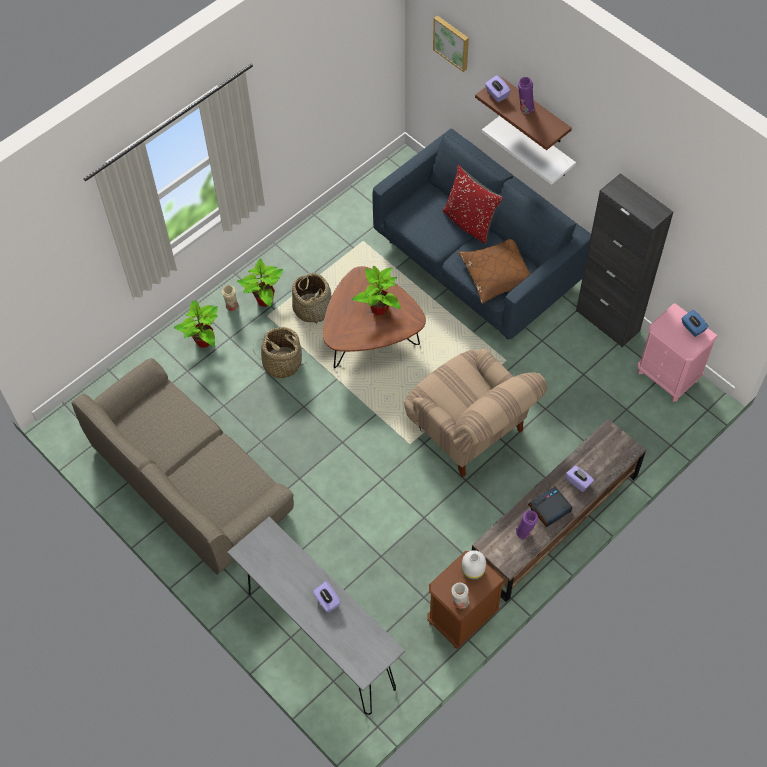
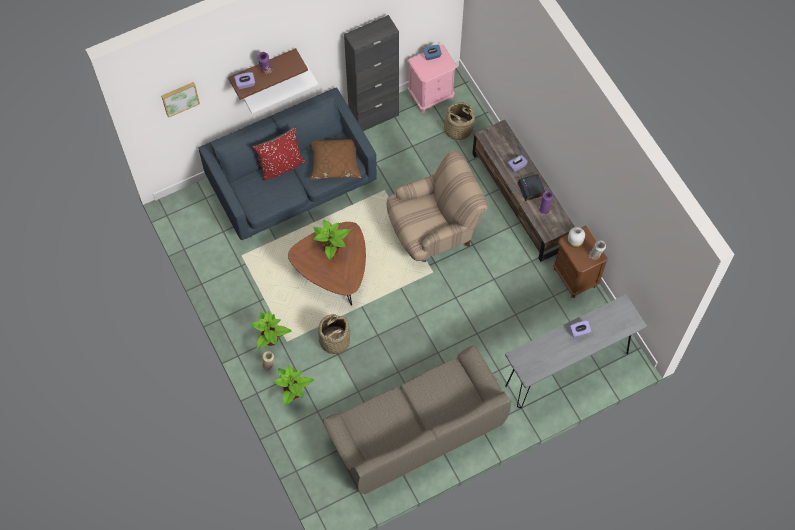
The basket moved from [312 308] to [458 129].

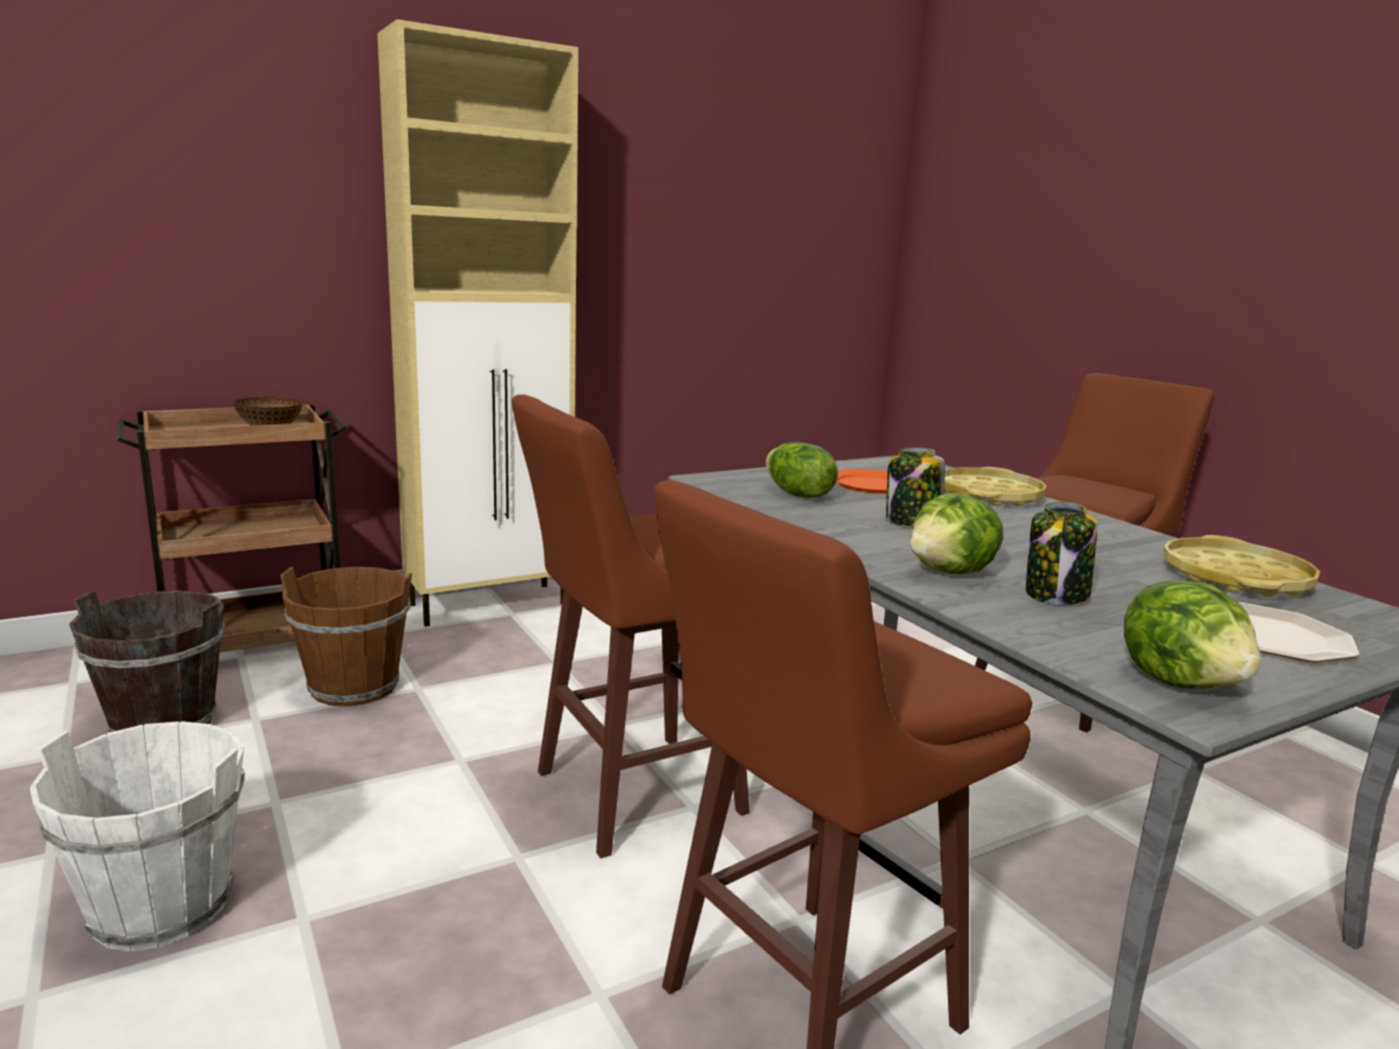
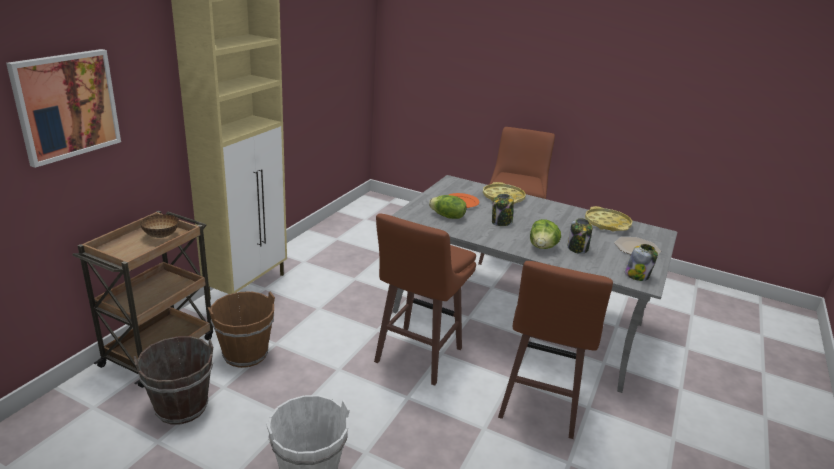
The lettuce at [1182 682] was replaced by the jar at [637 275].
The picture at [66 105] appeared.

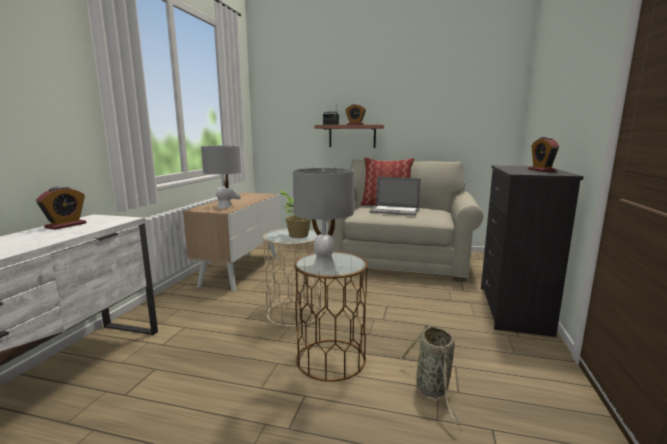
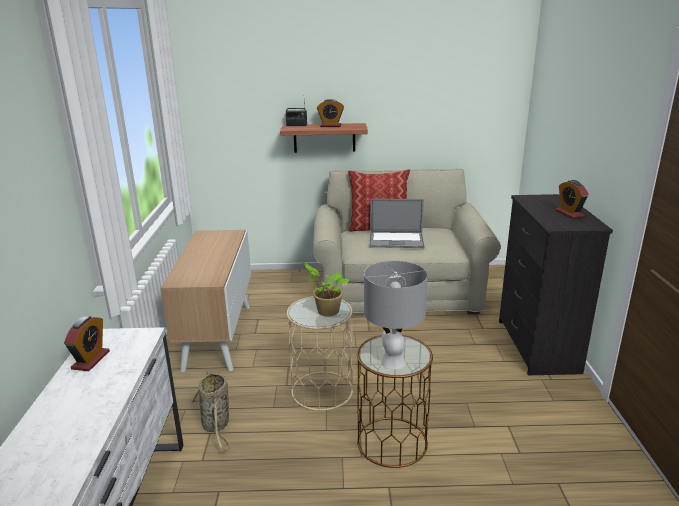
The table lamp/grey at [224 206] disappeared.
The basket moved from [433 390] to [216 425].

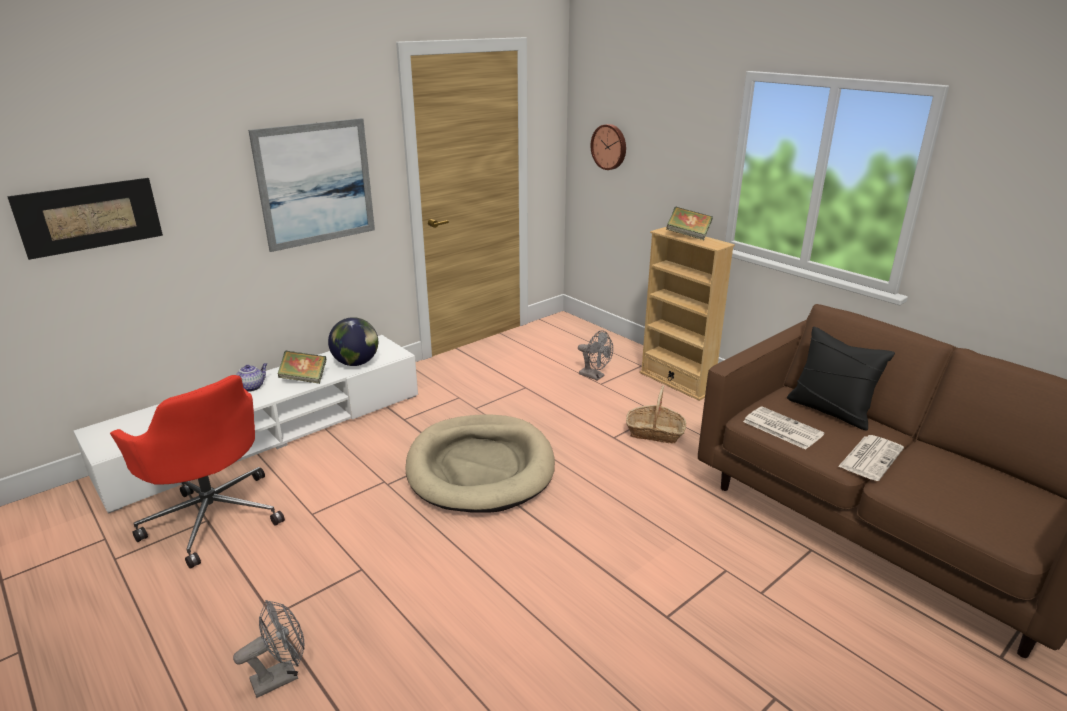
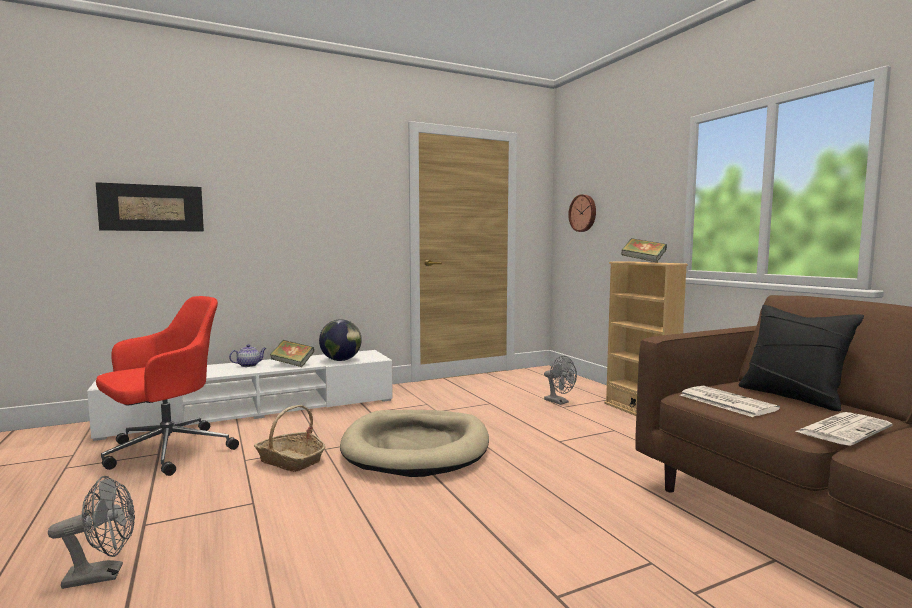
The office chair/red at [213 516] turned 105 degrees counterclockwise.
The picture at [316 184] disappeared.
The basket moved from [655 432] to [291 460].

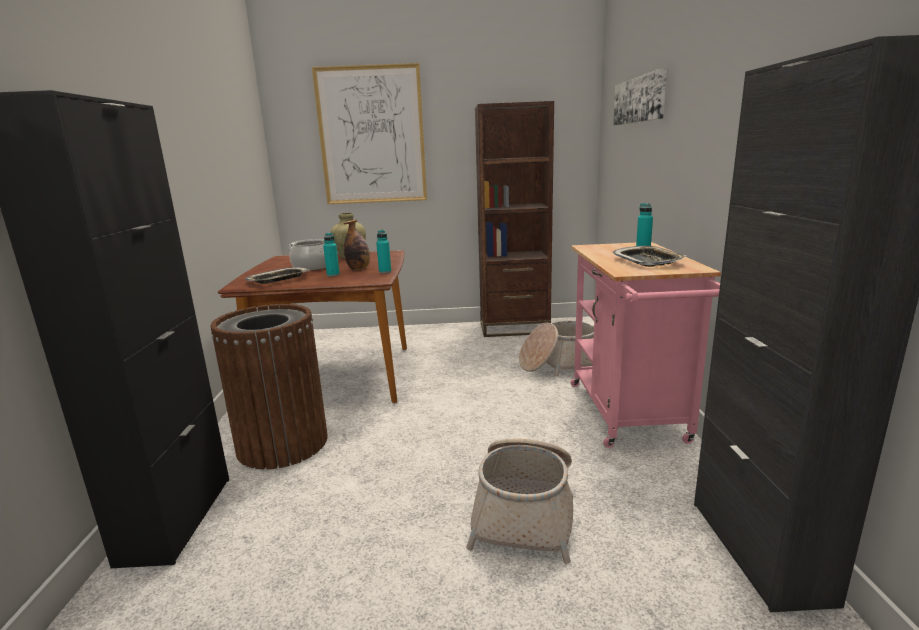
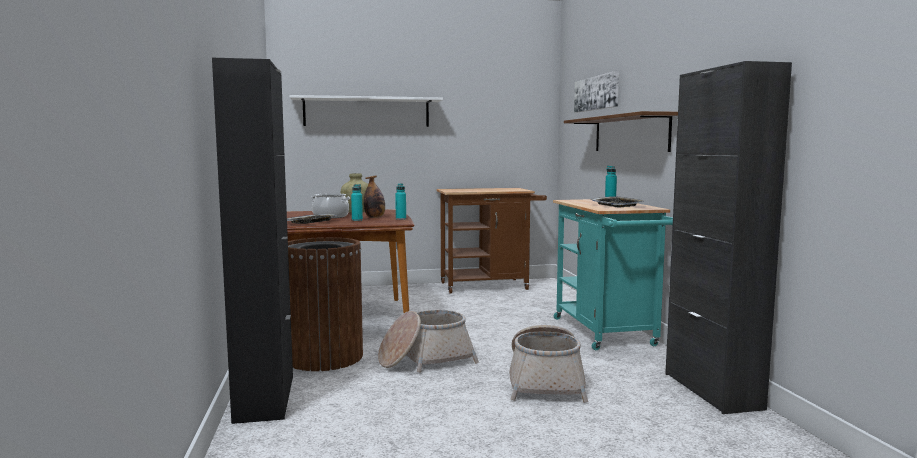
The picture at [372 136] was replaced by the shelf/white at [366 112].
The bookcase/brown at [514 328] was replaced by the cart/brown at [489 285].
The basket moved from [559 364] to [425 359].
The cart/pink at [630 416] became the cart/turquoise at [607 334].
The shelf/brown at [629 134] appeared.

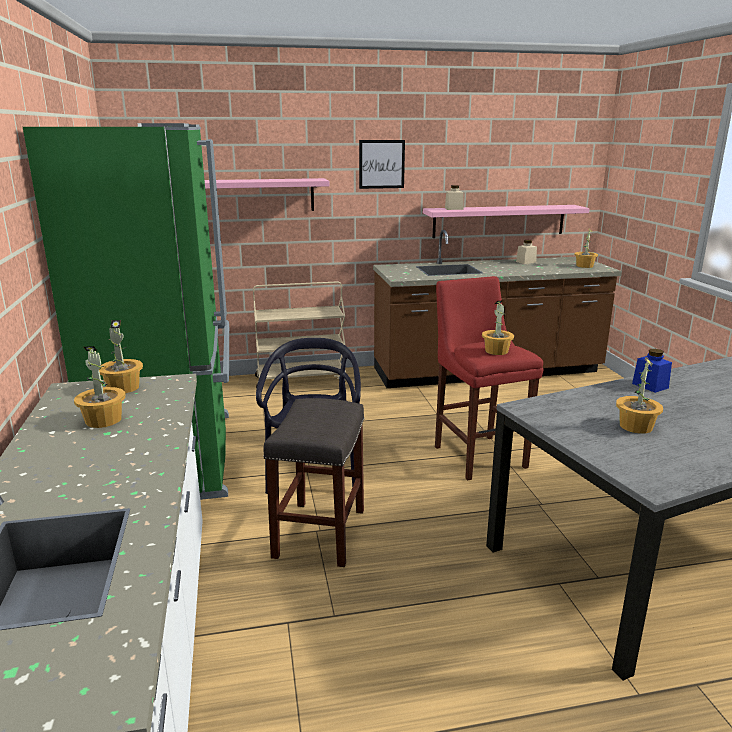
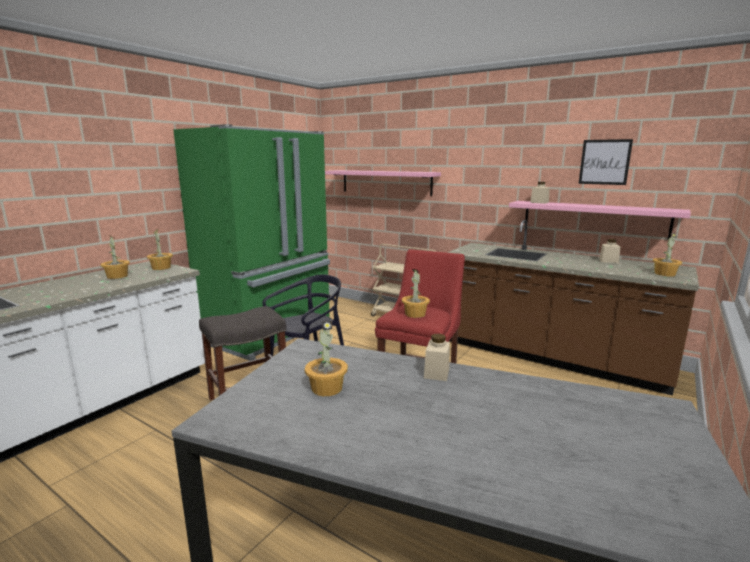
The picture moved from [381 164] to [604 162].
The jar/blue at [650 386] became the jar/beige at [436 373].

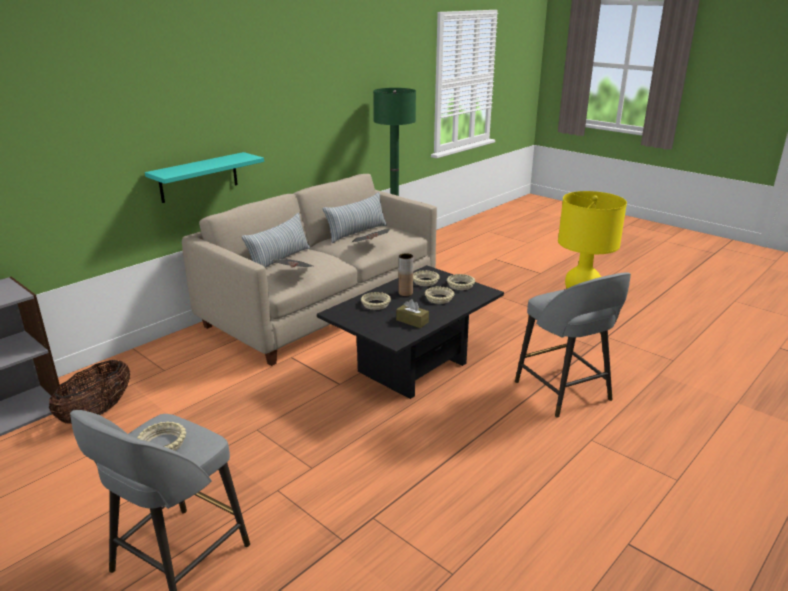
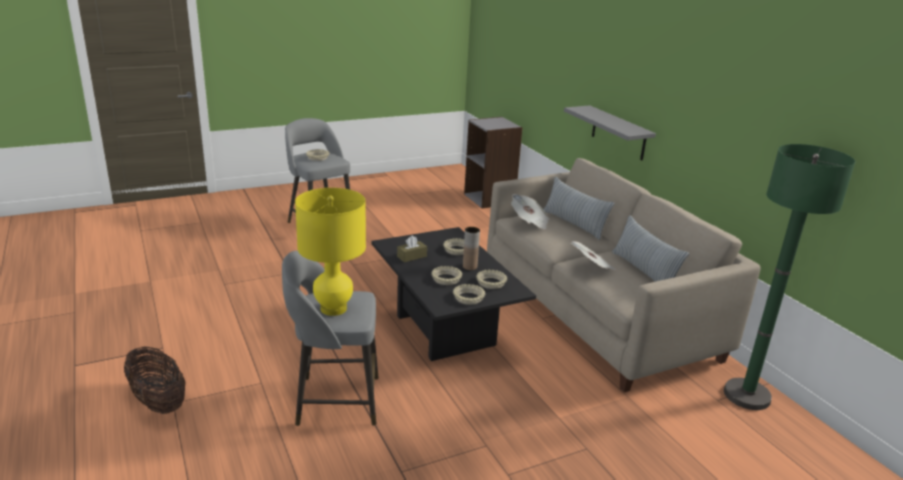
The basket moved from [97 412] to [158 402].
The shelf/turquoise at [199 177] became the shelf/grey at [618 133].

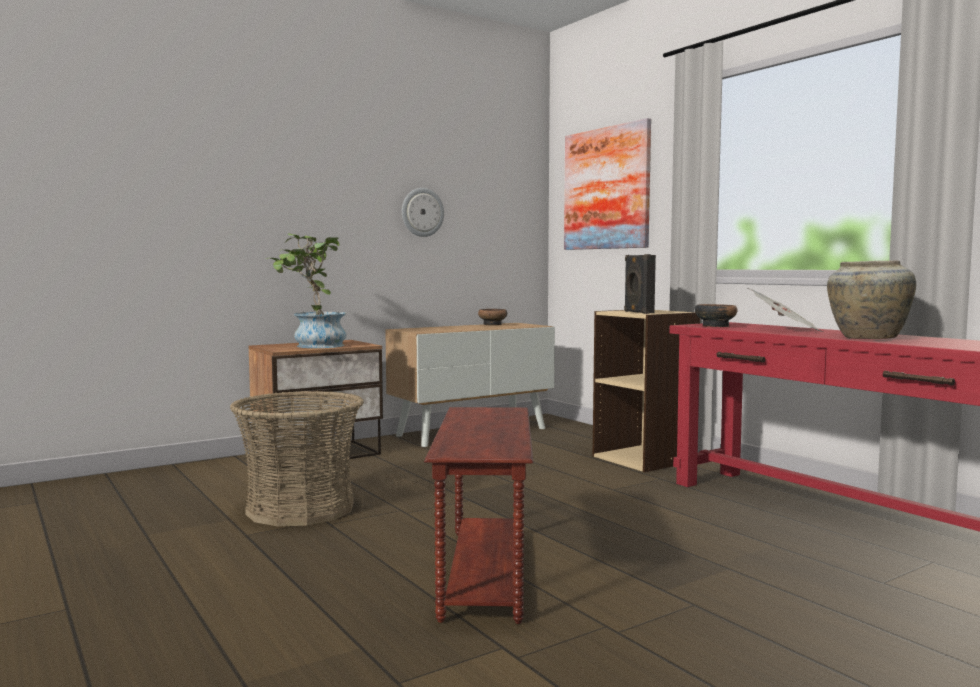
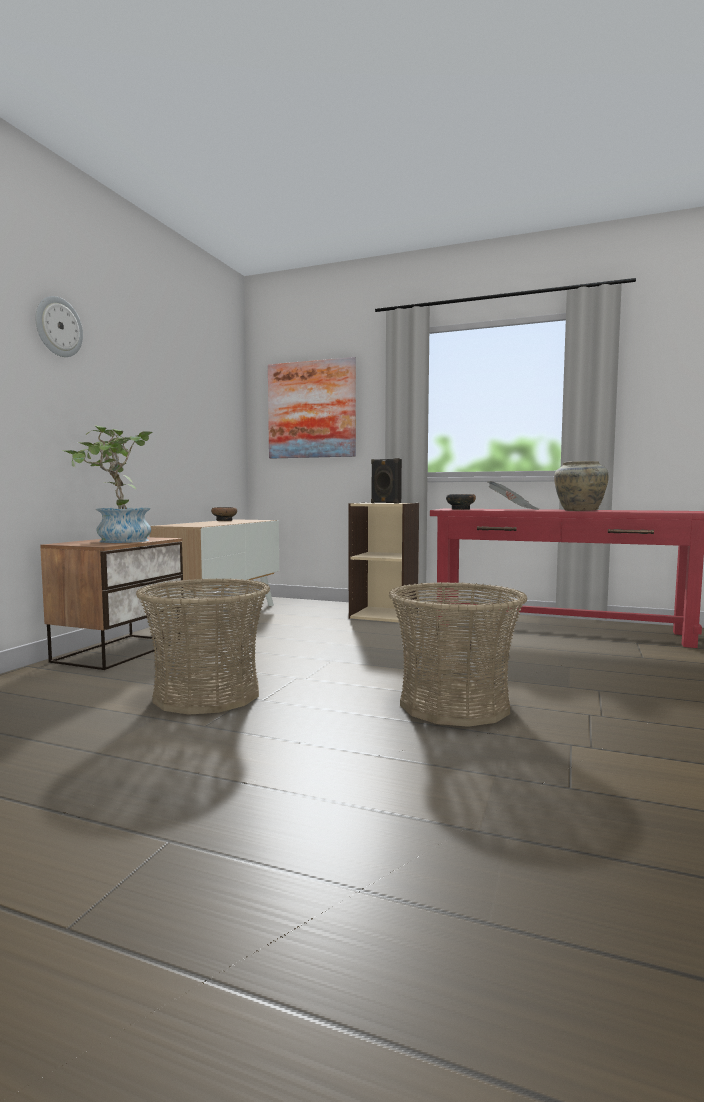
The wall clock moved from [422 212] to [58 327].
The side table/brown at [483 573] was replaced by the basket at [454 704].

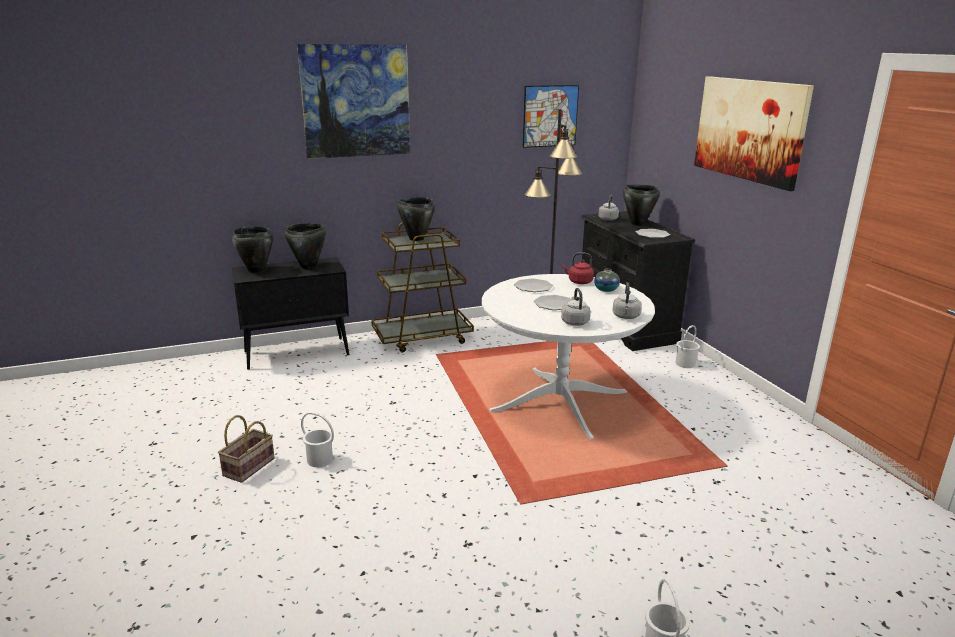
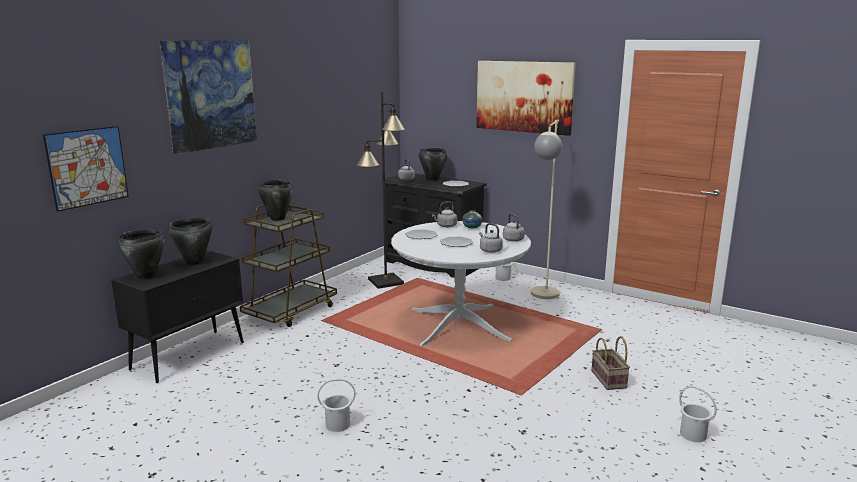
The basket moved from [249 468] to [610 380].
The picture moved from [550 116] to [87 167].
The kettle/red at [579 282] became the kettle/grey at [445 226].
The floor lamp/beige at [543 297] appeared.

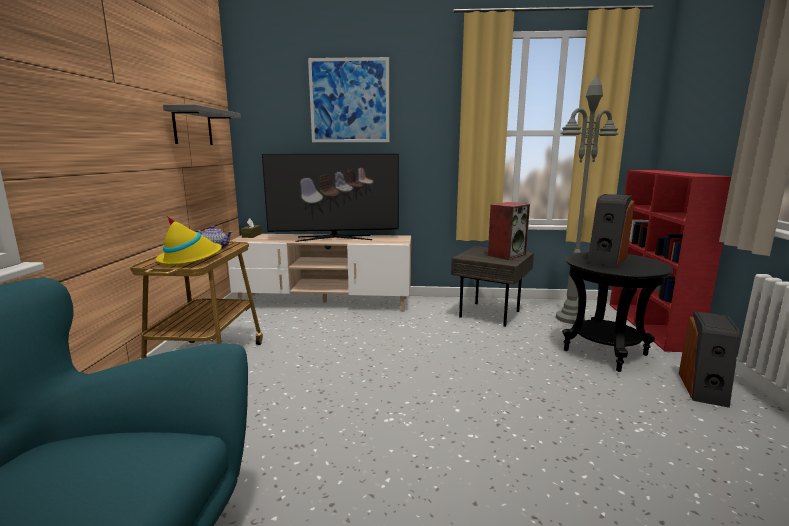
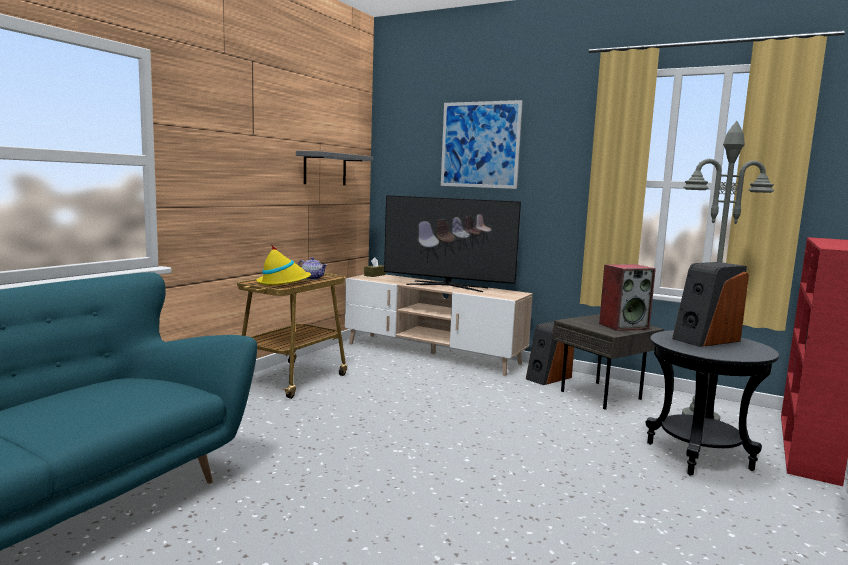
The speaker moved from [704 389] to [548 378].

